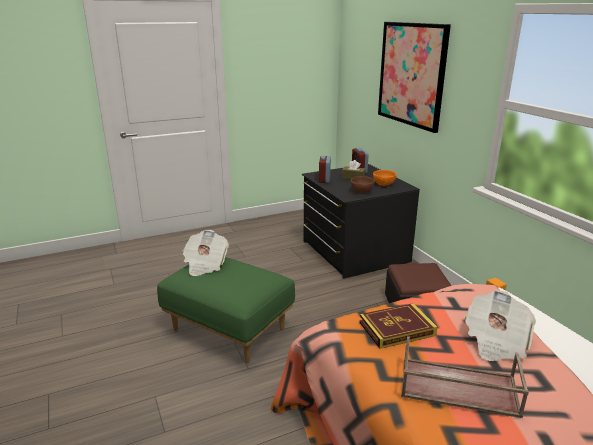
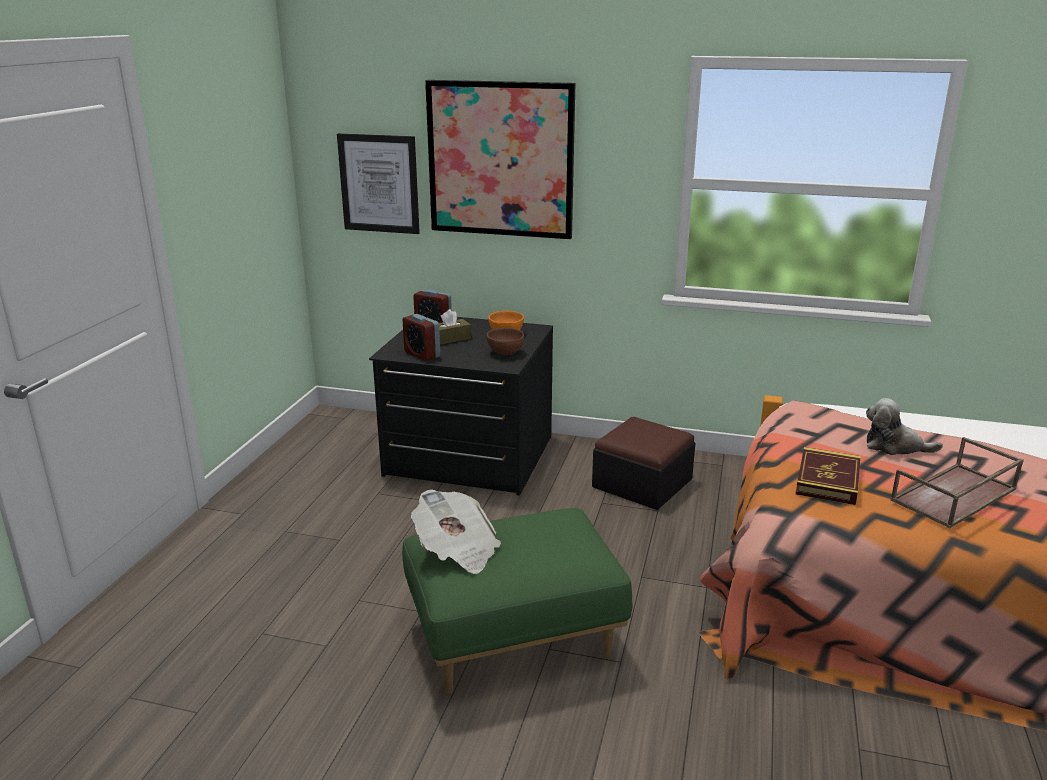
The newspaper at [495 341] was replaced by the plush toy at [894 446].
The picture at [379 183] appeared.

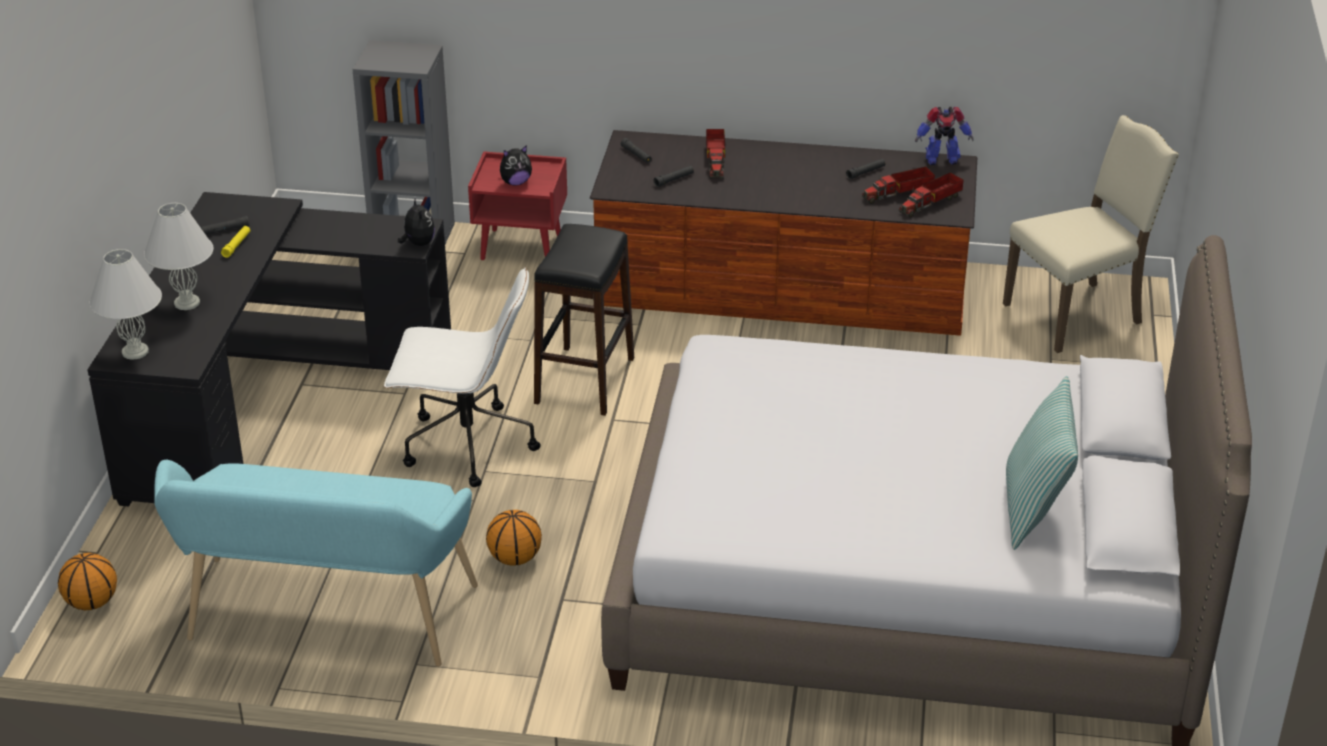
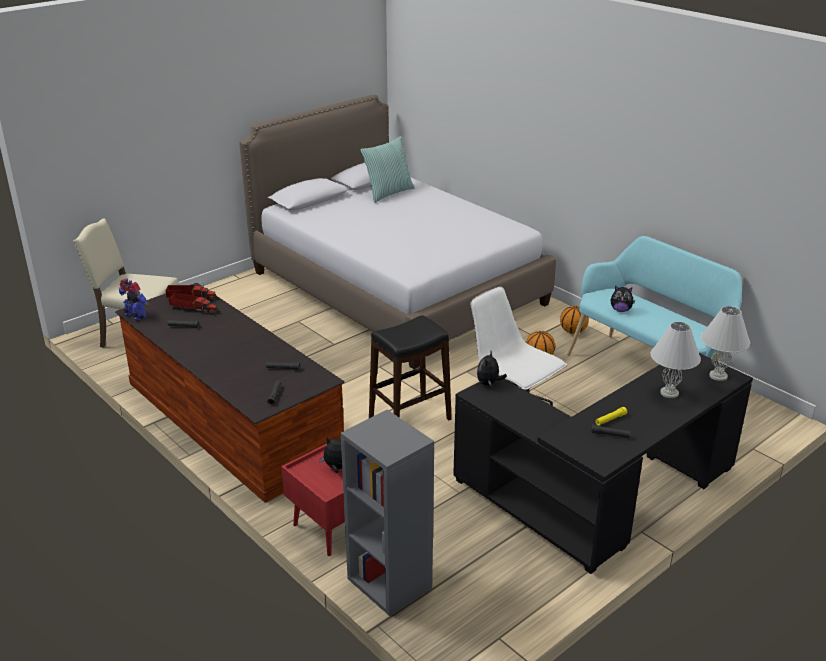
The basketball moved from [91 602] to [573 332].
The toy truck at [715 161] disappeared.
The plush toy at [620 310] appeared.

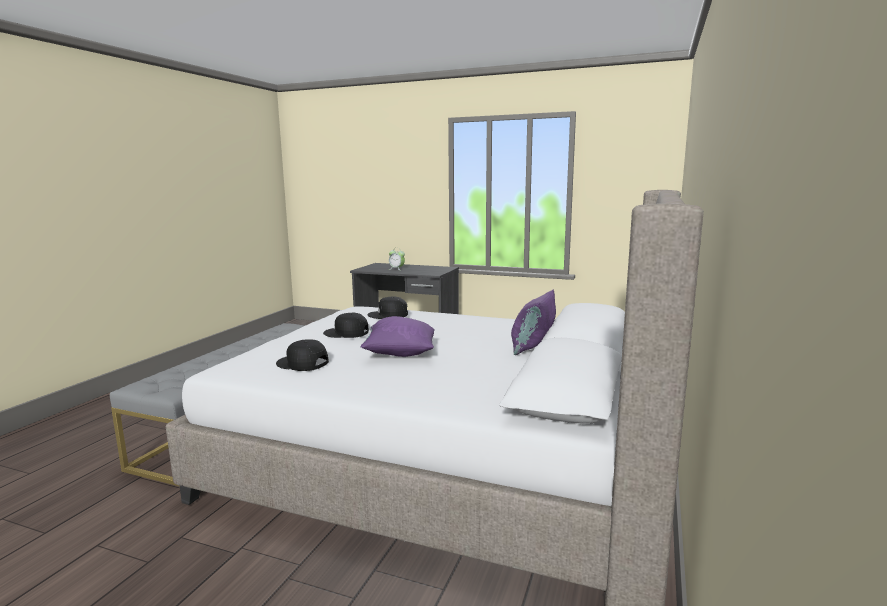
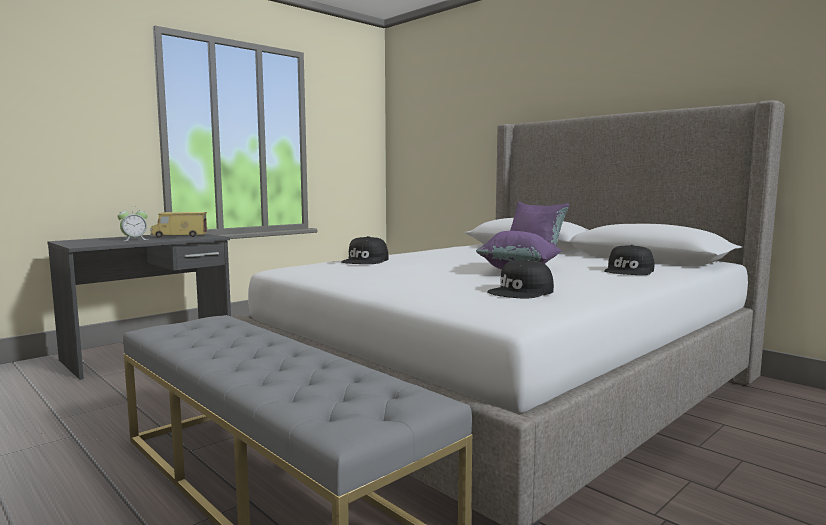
The cap/black moved from [346 333] to [630 271].
The toy truck at [180 236] appeared.

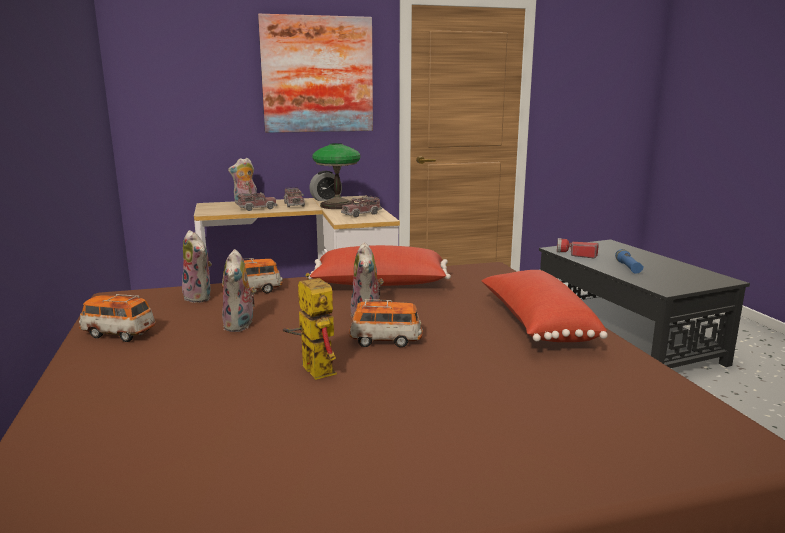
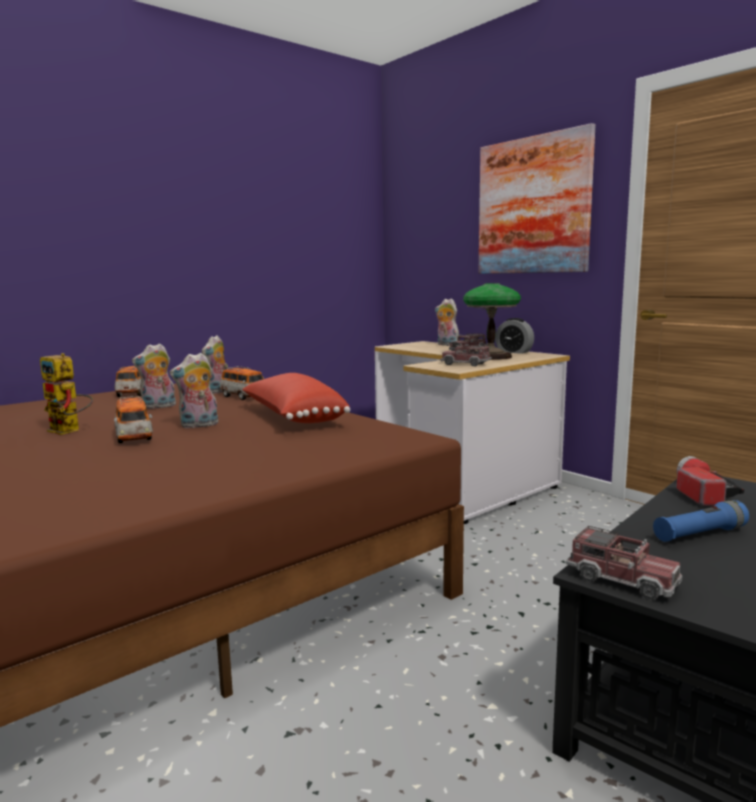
The toy truck moved from [257 208] to [622 580].
The toy robot at [312 368] turned 90 degrees clockwise.
The pillow/red at [535 324] disappeared.

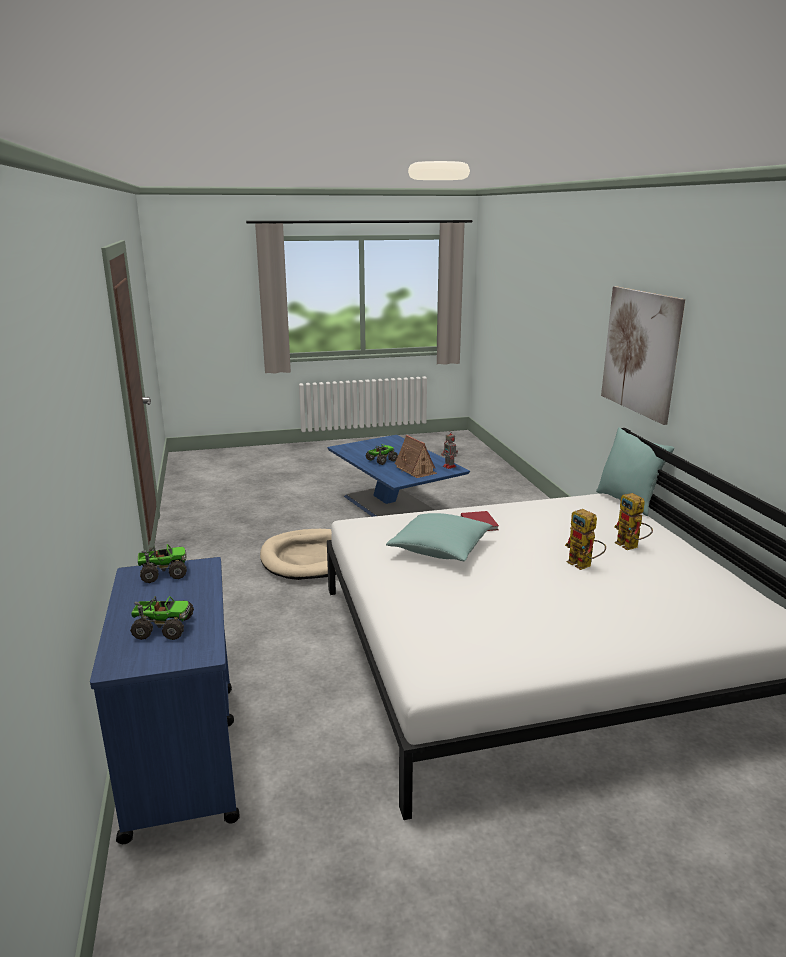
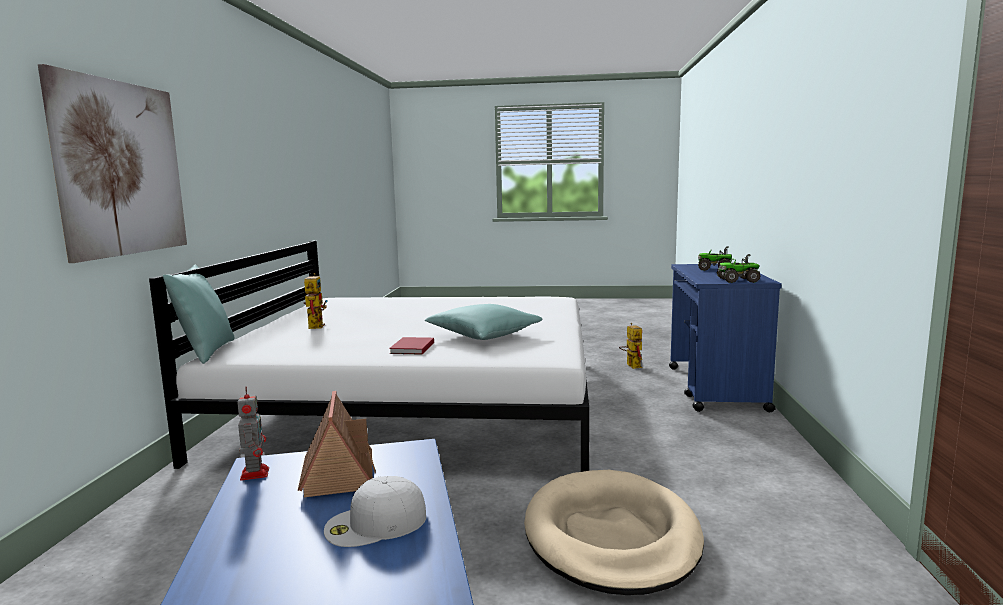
The toy truck at [381 460] was replaced by the cap/white at [375 524].
The toy robot moved from [584 565] to [631 365].

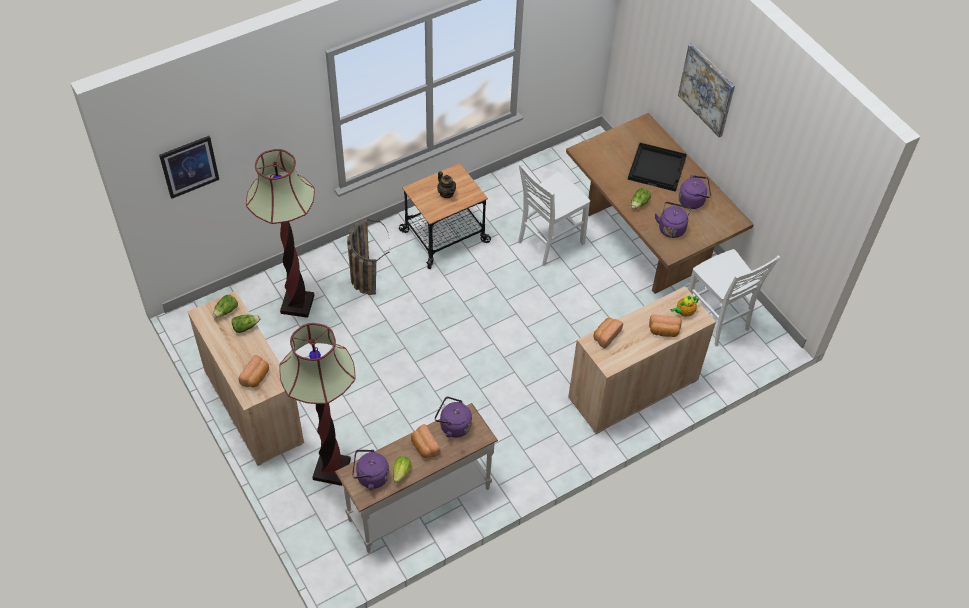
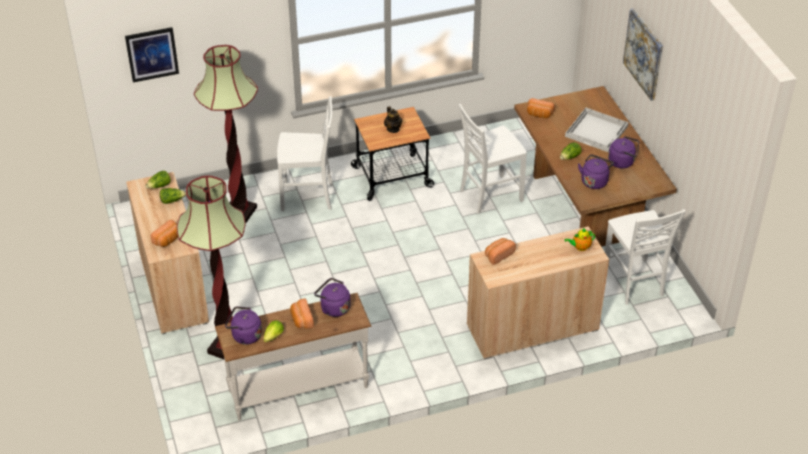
The basket at [364 274] was replaced by the chair/white at [308 197].
The tray/black at [657 168] became the tray/white at [597 131].
The bread moved from [664 331] to [539 114].

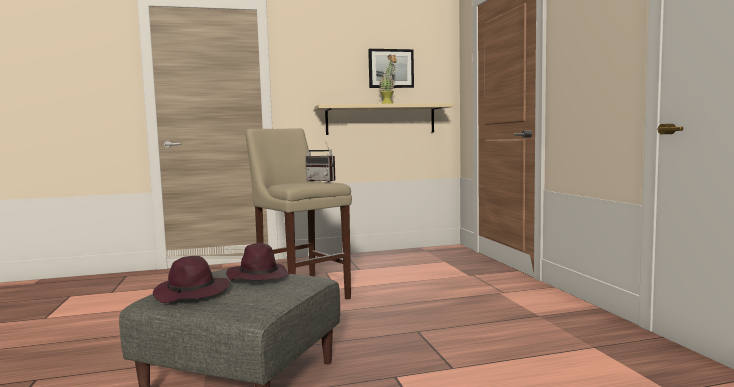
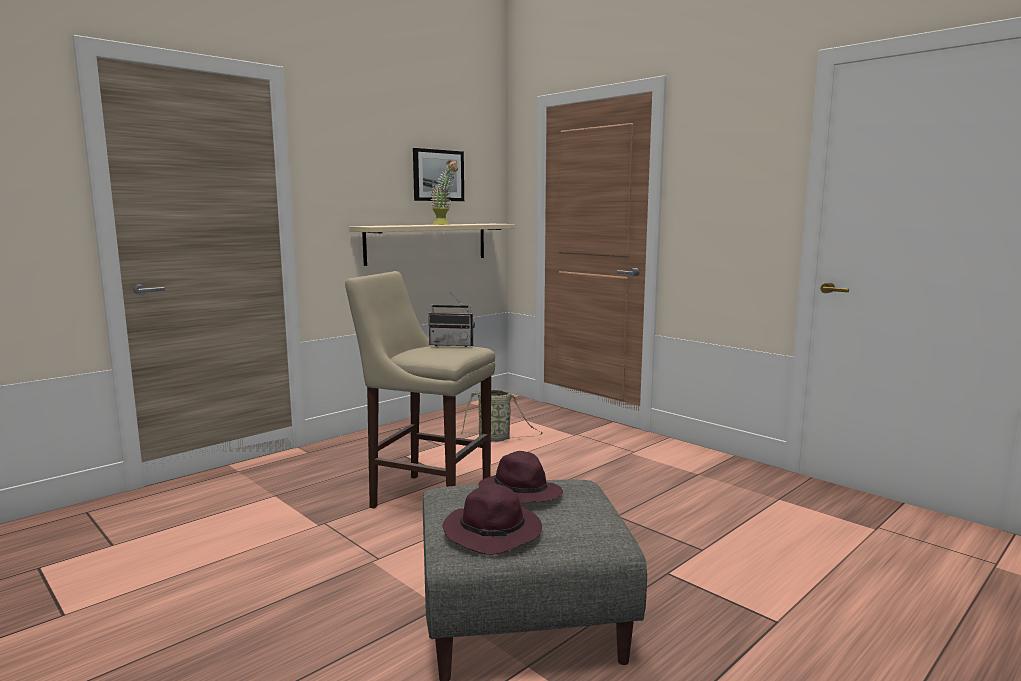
The basket at [496 439] appeared.

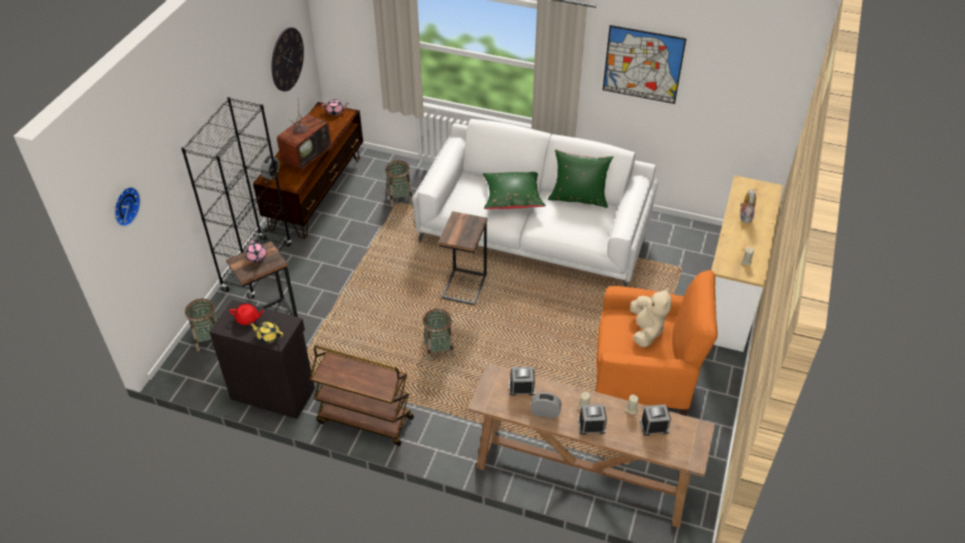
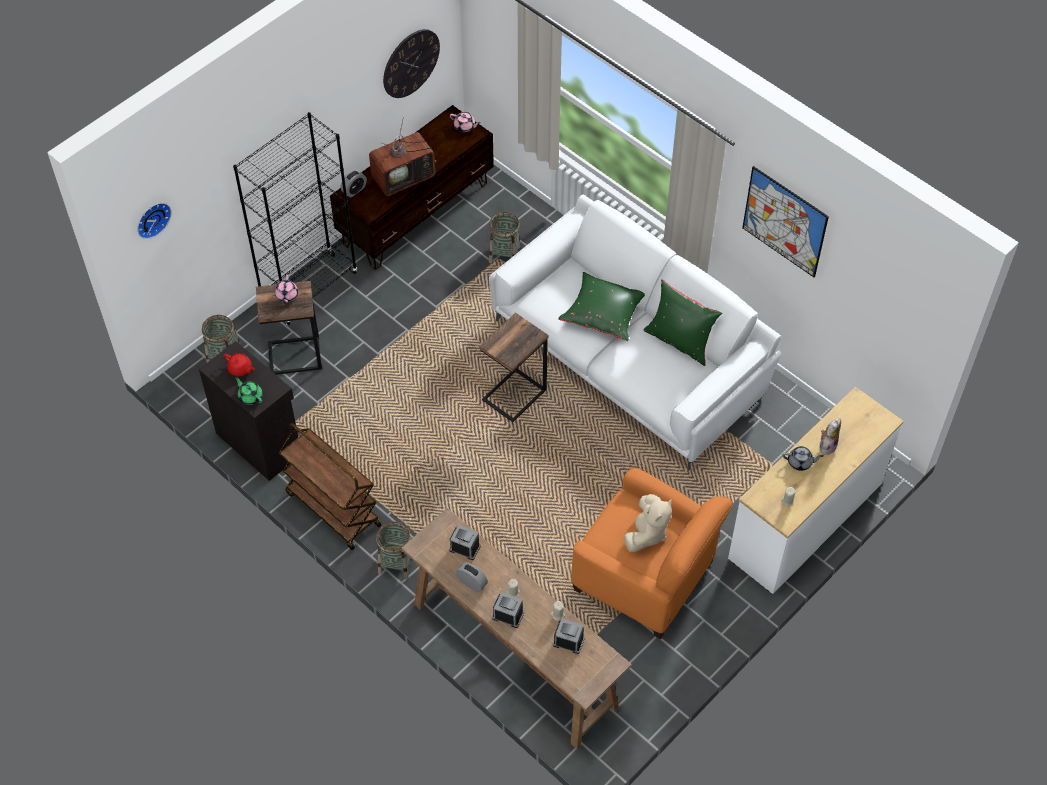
The teapot/yellow at [268 336] became the teapot/green at [250 396].
The basket moved from [438 349] to [396 563].
The teapot/grey at [800 462] appeared.

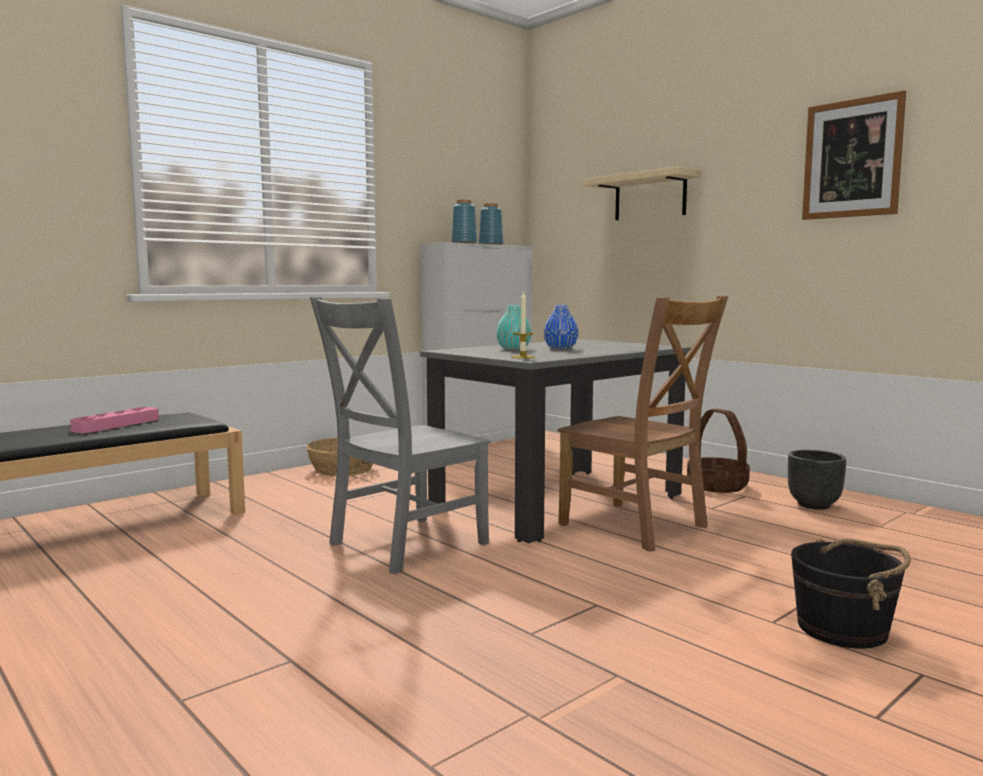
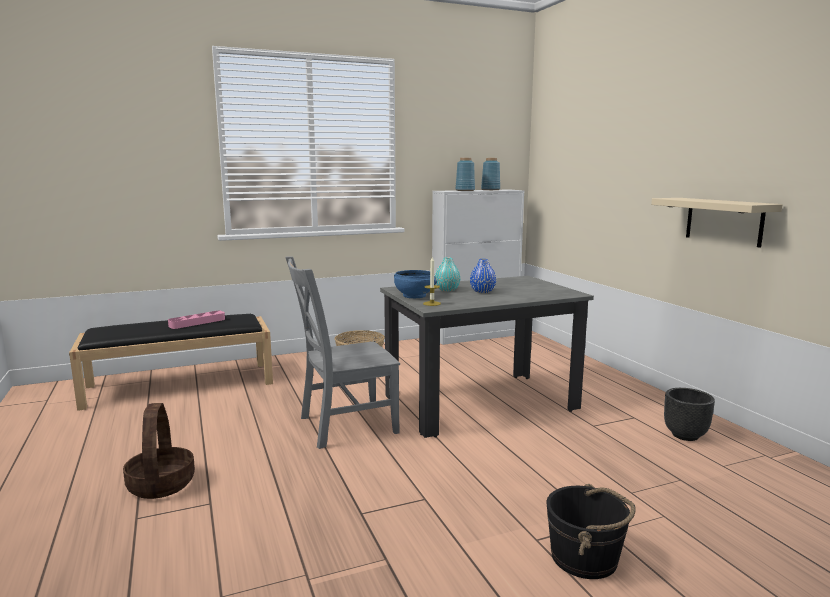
The chair/brown at [637 527] disappeared.
The shelf/beige moved from [650 197] to [723 221].
The basket moved from [716 486] to [160 484].
The picture at [852 158] disappeared.
The bowl/blue at [414 296] appeared.

